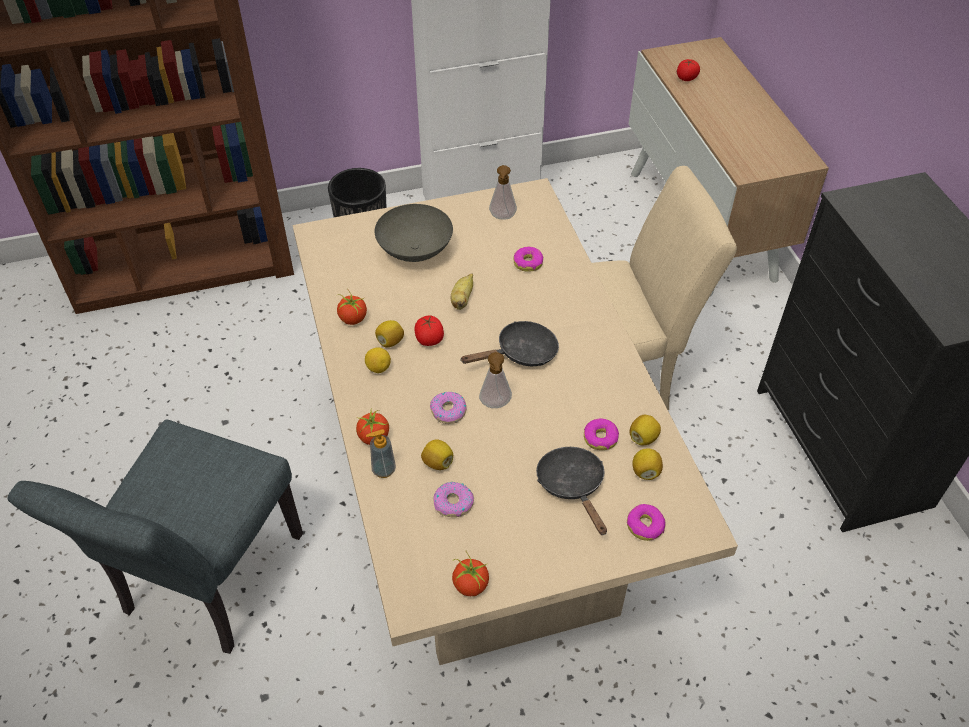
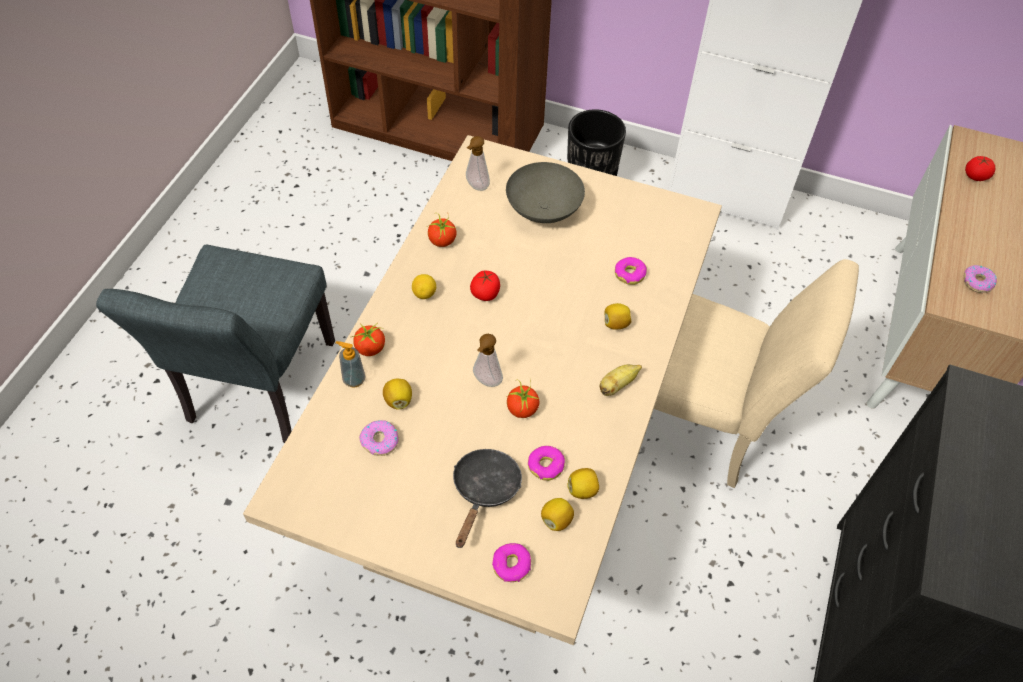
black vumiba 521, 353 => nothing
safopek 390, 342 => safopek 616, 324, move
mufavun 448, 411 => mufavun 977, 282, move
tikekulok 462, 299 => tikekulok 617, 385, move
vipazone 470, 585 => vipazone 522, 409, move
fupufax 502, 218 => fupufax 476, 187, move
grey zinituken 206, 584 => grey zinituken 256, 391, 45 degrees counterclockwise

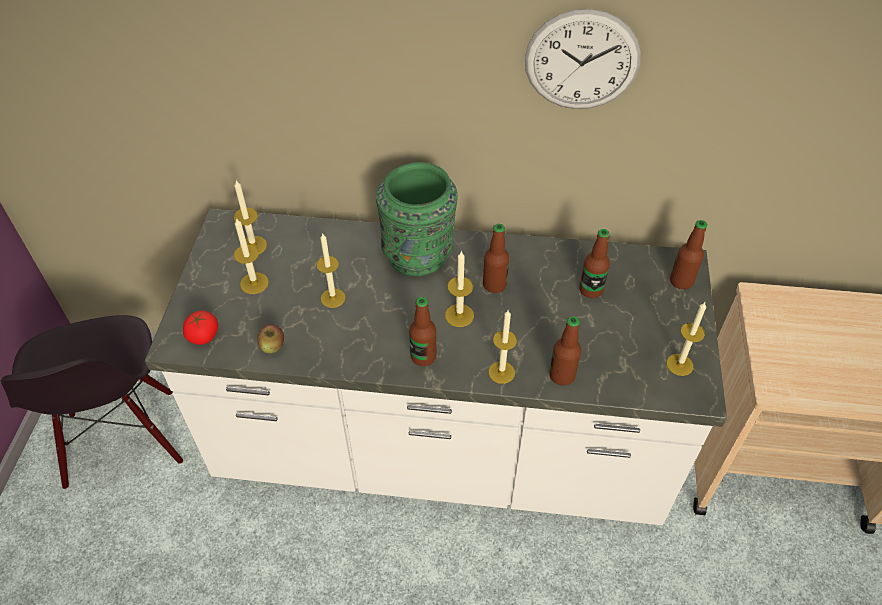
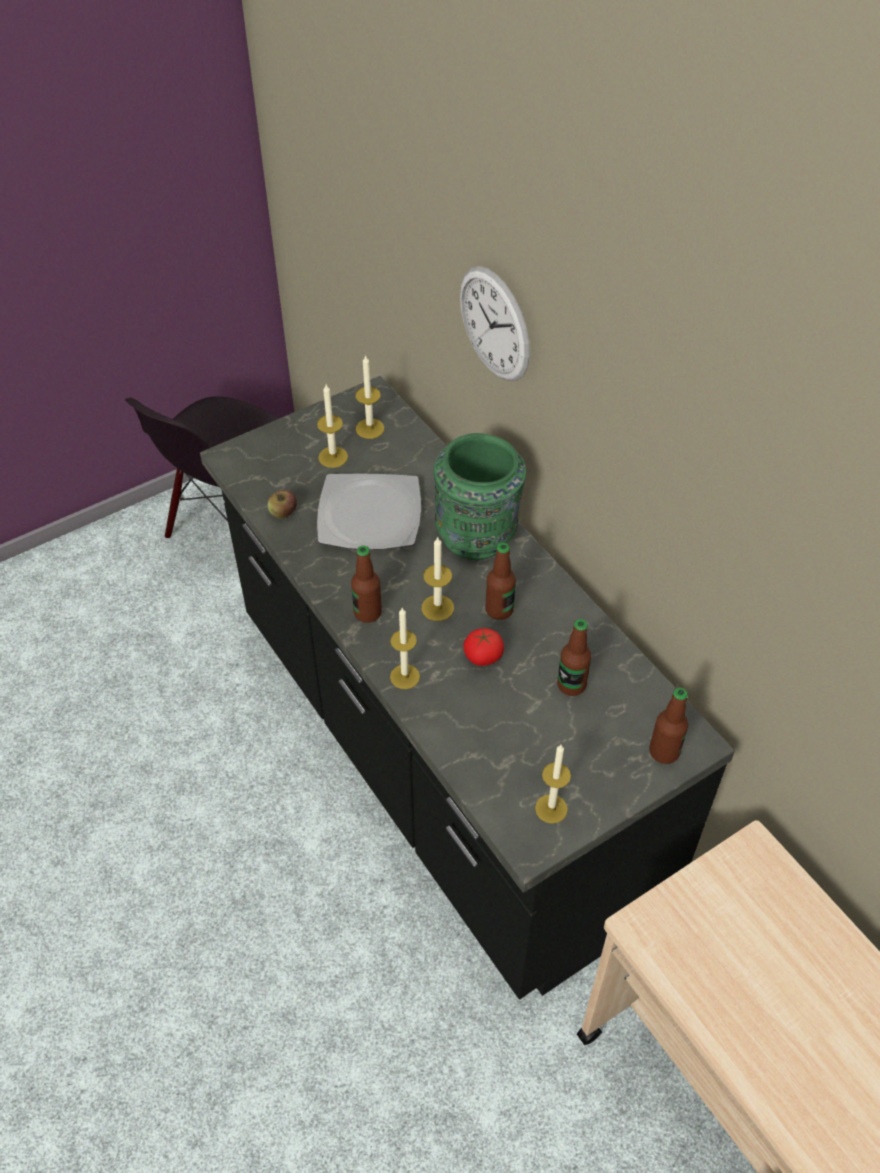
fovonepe 562, 375 => nothing
vipazone 204, 336 => vipazone 483, 656, move
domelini 581, 61 => domelini 494, 324, move
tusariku 333, 298 => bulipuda 368, 514
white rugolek 441, 448 => black rugolek 440, 760

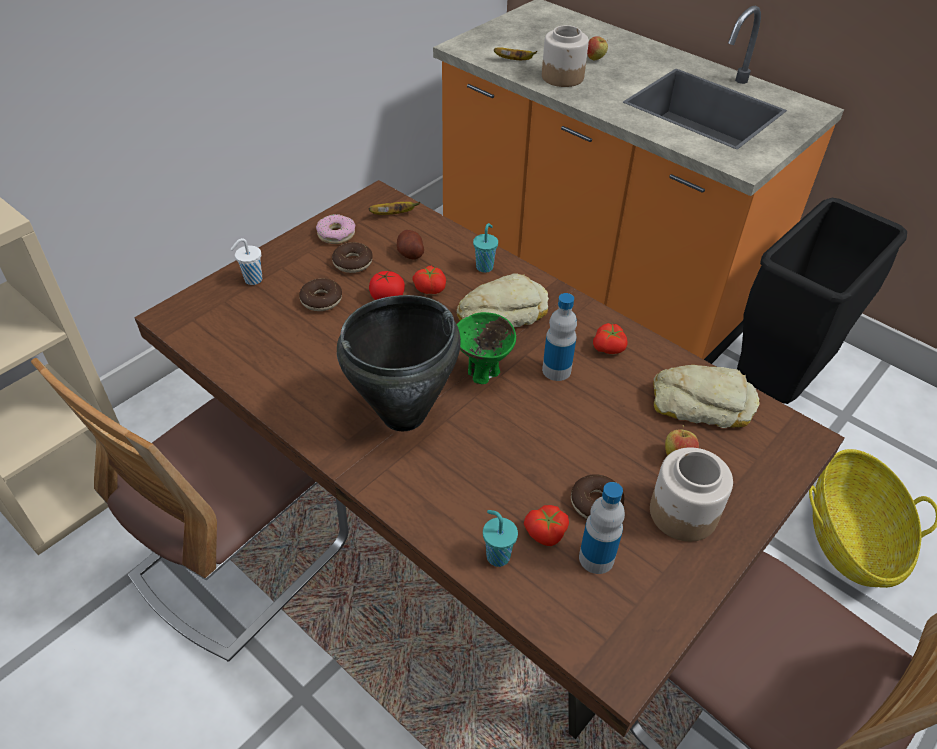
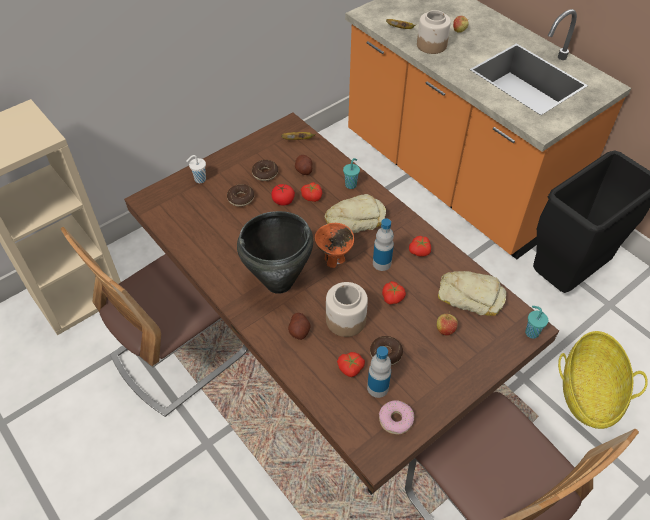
nothing => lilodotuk 299, 331
nothing => vipazone 393, 297
mufavun 336, 234 => mufavun 395, 419, move
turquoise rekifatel 497, 555 => turquoise rekifatel 531, 332, move
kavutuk 682, 512 => kavutuk 345, 319, move
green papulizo 483, 374 => orange papulizo 334, 260

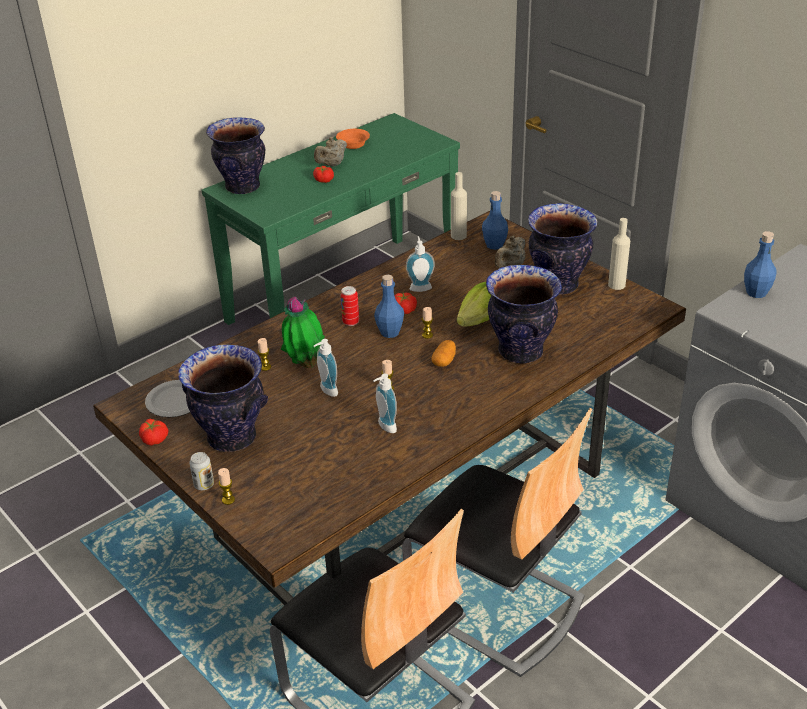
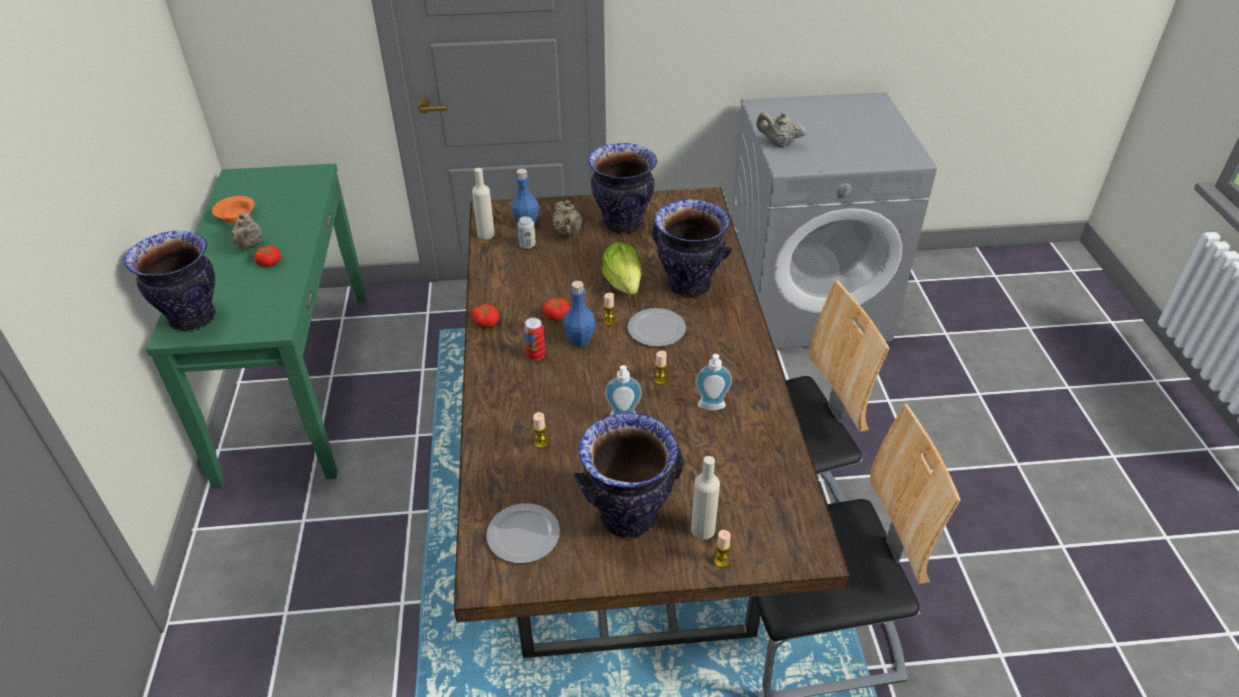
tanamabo 306, 364 => nothing
fupufax 420, 287 => nothing
vipazone 155, 439 => vipazone 486, 322, move
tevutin 204, 485 => tevutin 527, 245, move
beige fovonepe 616, 285 => beige fovonepe 703, 529, move
lilodotuk 444, 361 => bulipuda 656, 330
blue fovonepe 756, 293 => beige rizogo 778, 144

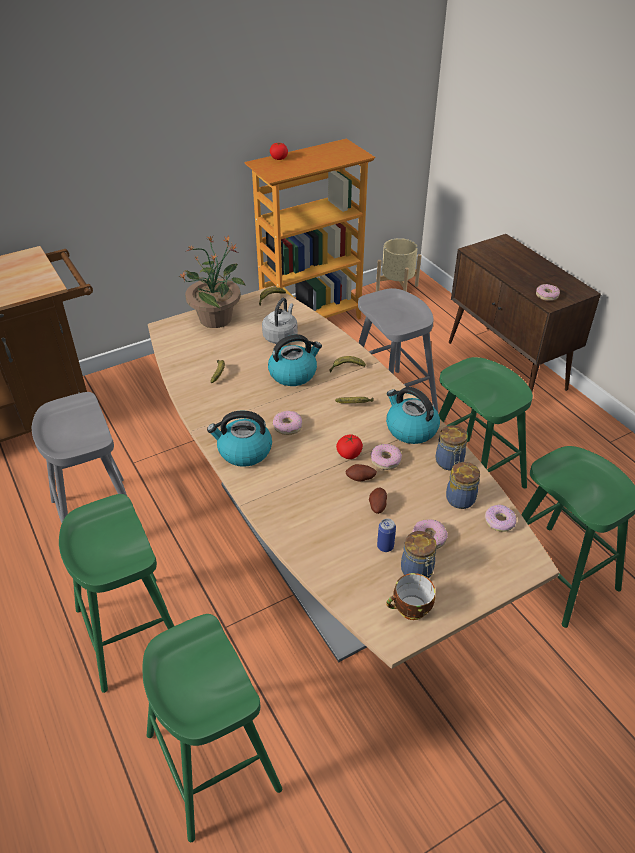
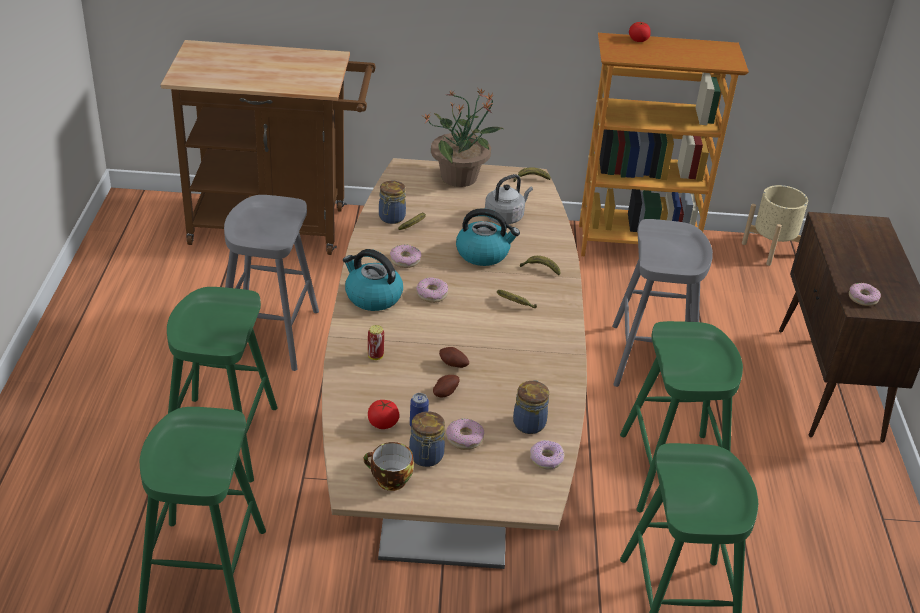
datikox 410, 429 => nothing
nothing => tevutin 375, 356
vipazone 349, 454 => vipazone 383, 423, move
mufavun 385, 460 => mufavun 405, 260, move
kavutuk 449, 463 => kavutuk 391, 218, move

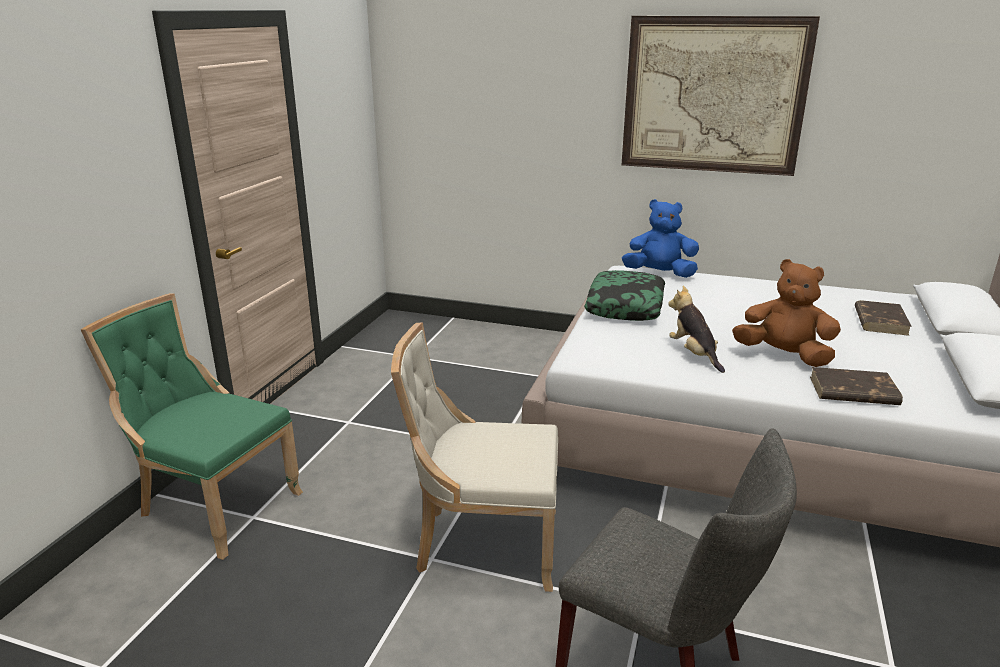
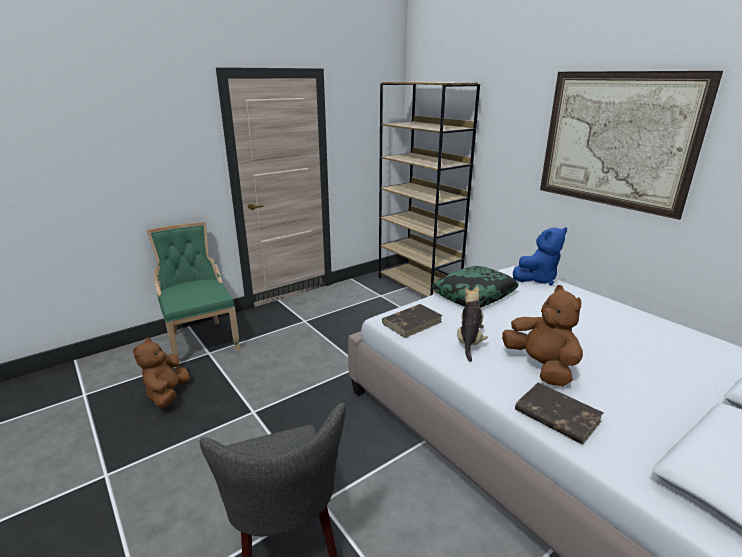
beige zinituken 482, 544 => nothing
nothing => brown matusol 167, 394
nothing => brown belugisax 419, 285
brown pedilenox 880, 321 => brown pedilenox 412, 322, move
blue matusol 659, 274 => blue matusol 537, 279, 105 degrees clockwise

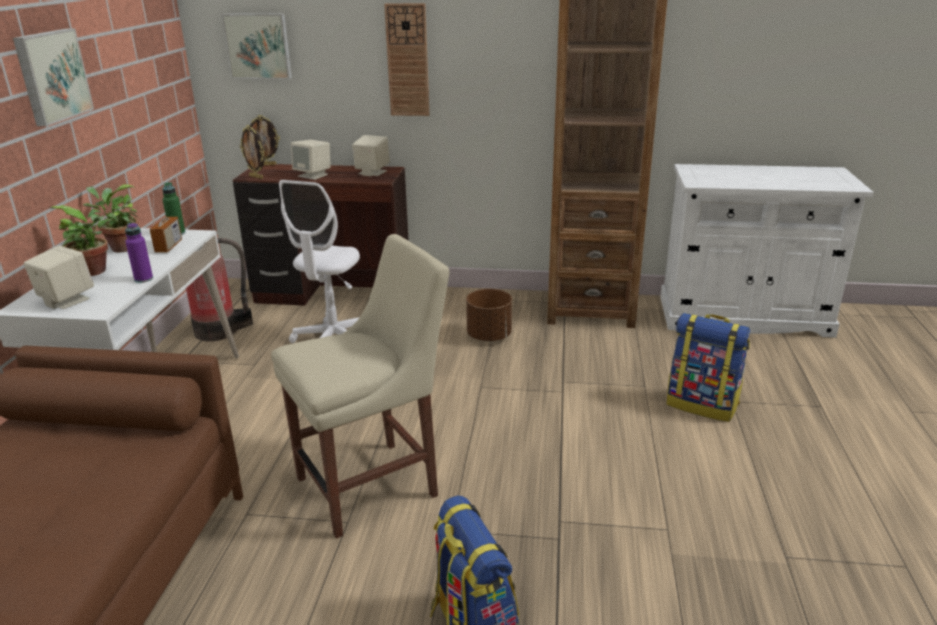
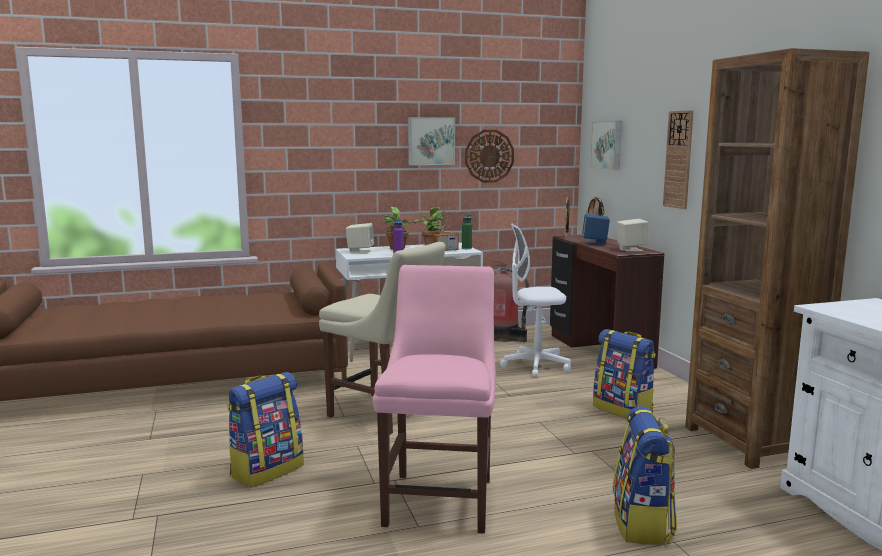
nothing => pink zinituken 440, 498
nothing => domelini 489, 156
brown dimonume 489, 336 => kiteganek 623, 410
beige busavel 313, 175 => blue busavel 595, 243

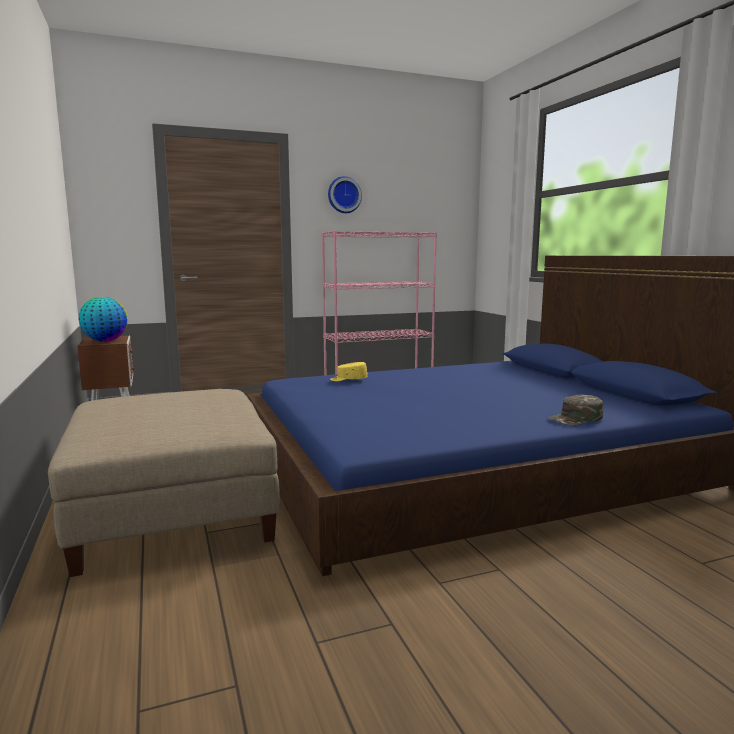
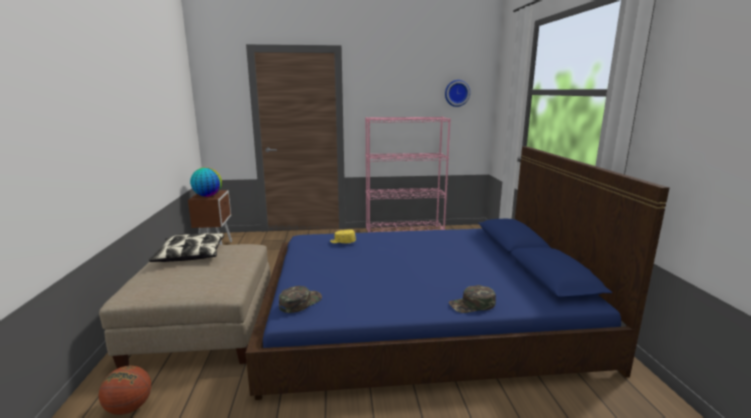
nothing => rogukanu 129, 408
nothing => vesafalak 190, 255
nothing => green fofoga 300, 302
domelini 344, 195 => domelini 456, 93, move

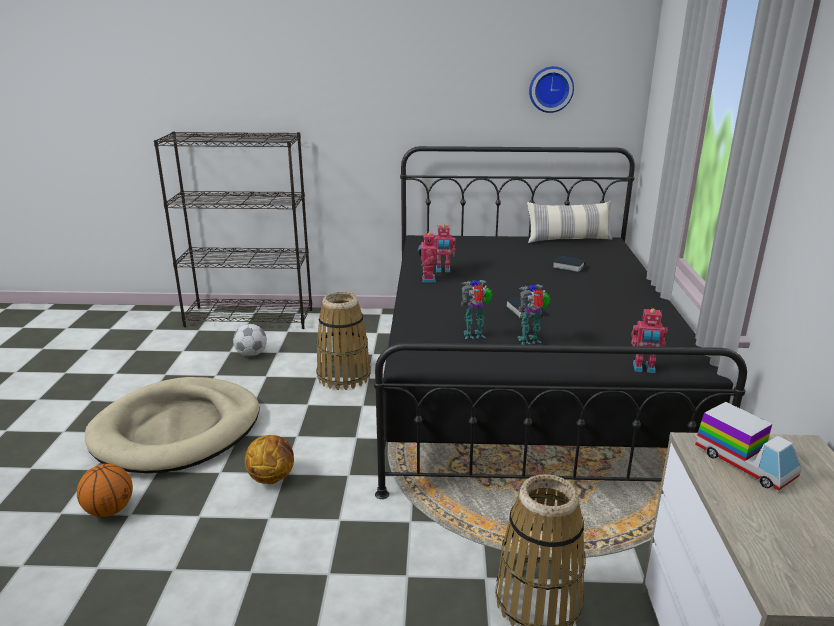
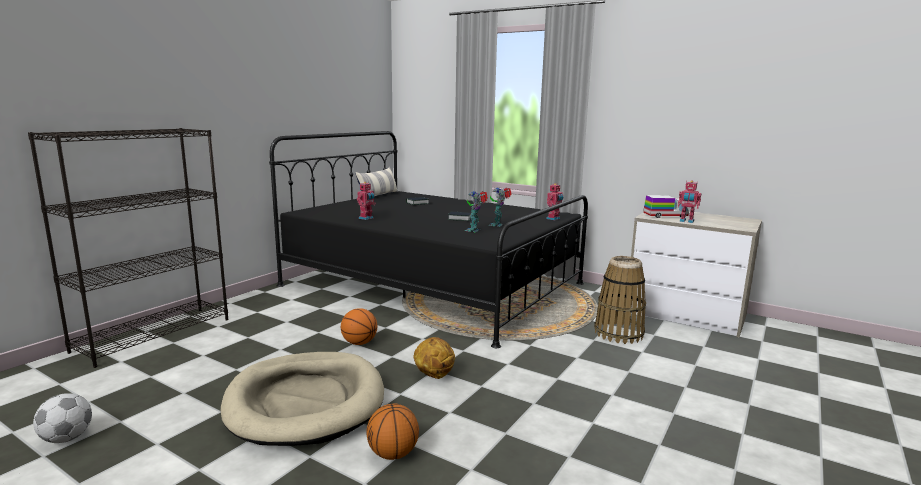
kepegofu 344, 376 => nothing
domelini 550, 89 => nothing
nothing => rogukanu 359, 343
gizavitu 251, 354 => gizavitu 66, 438, move
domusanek 427, 279 => domusanek 686, 221, move

